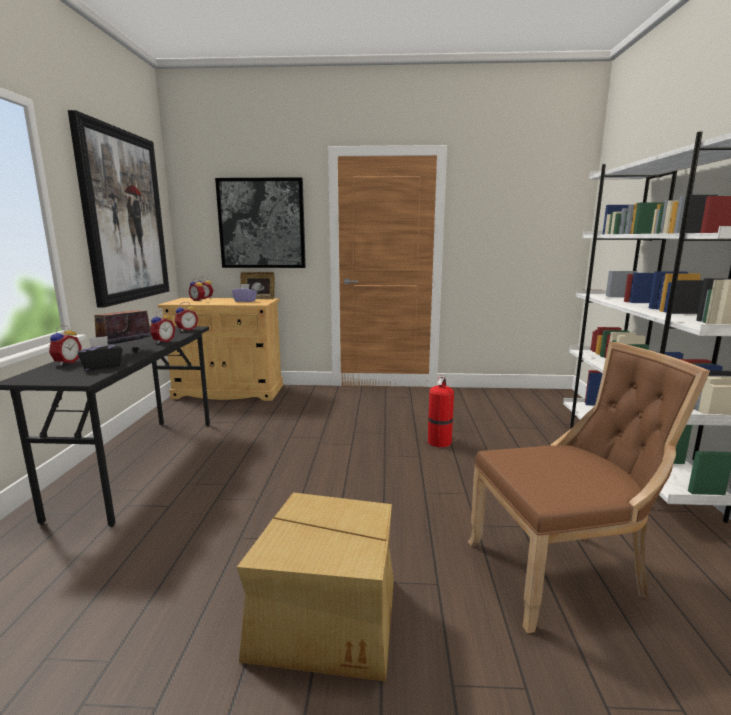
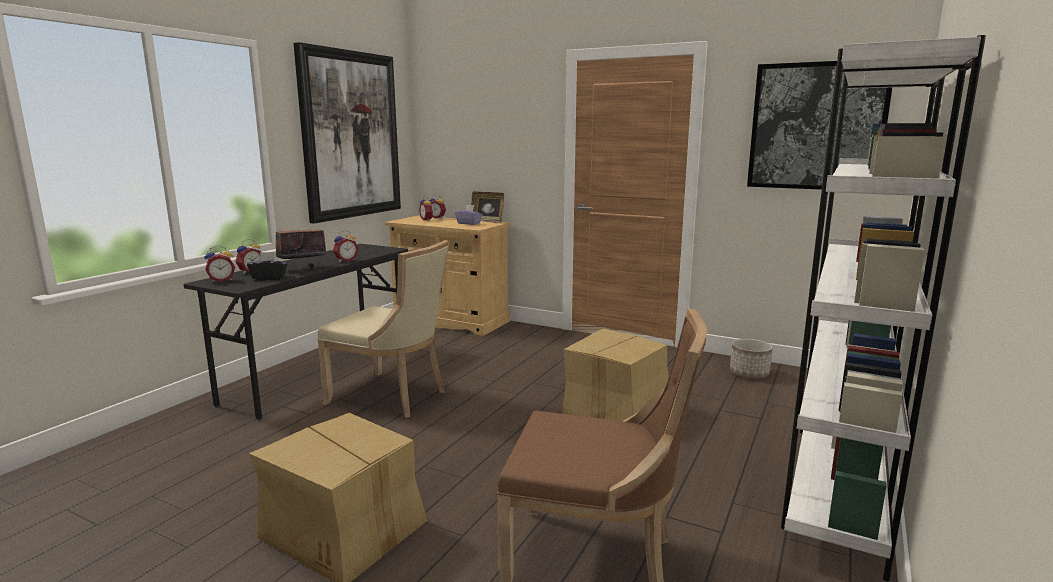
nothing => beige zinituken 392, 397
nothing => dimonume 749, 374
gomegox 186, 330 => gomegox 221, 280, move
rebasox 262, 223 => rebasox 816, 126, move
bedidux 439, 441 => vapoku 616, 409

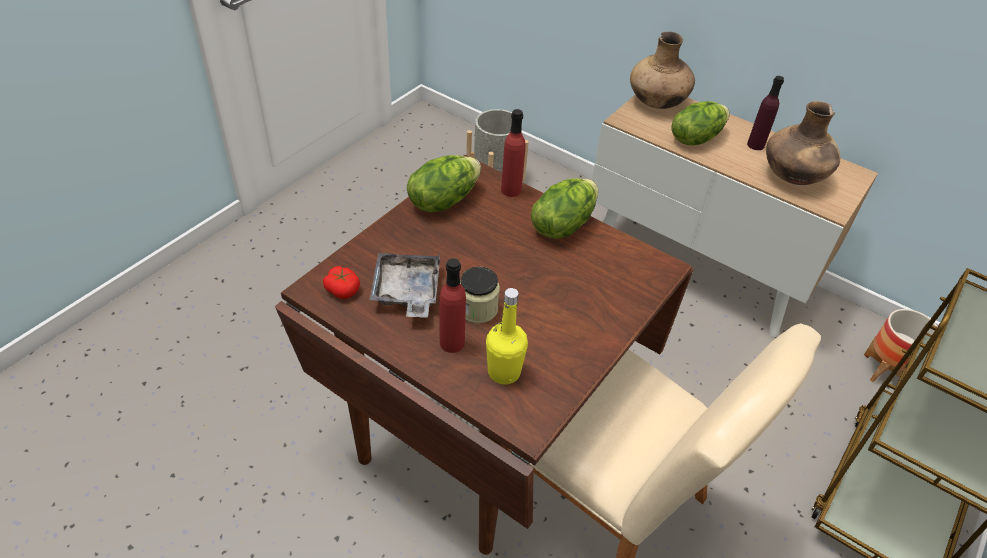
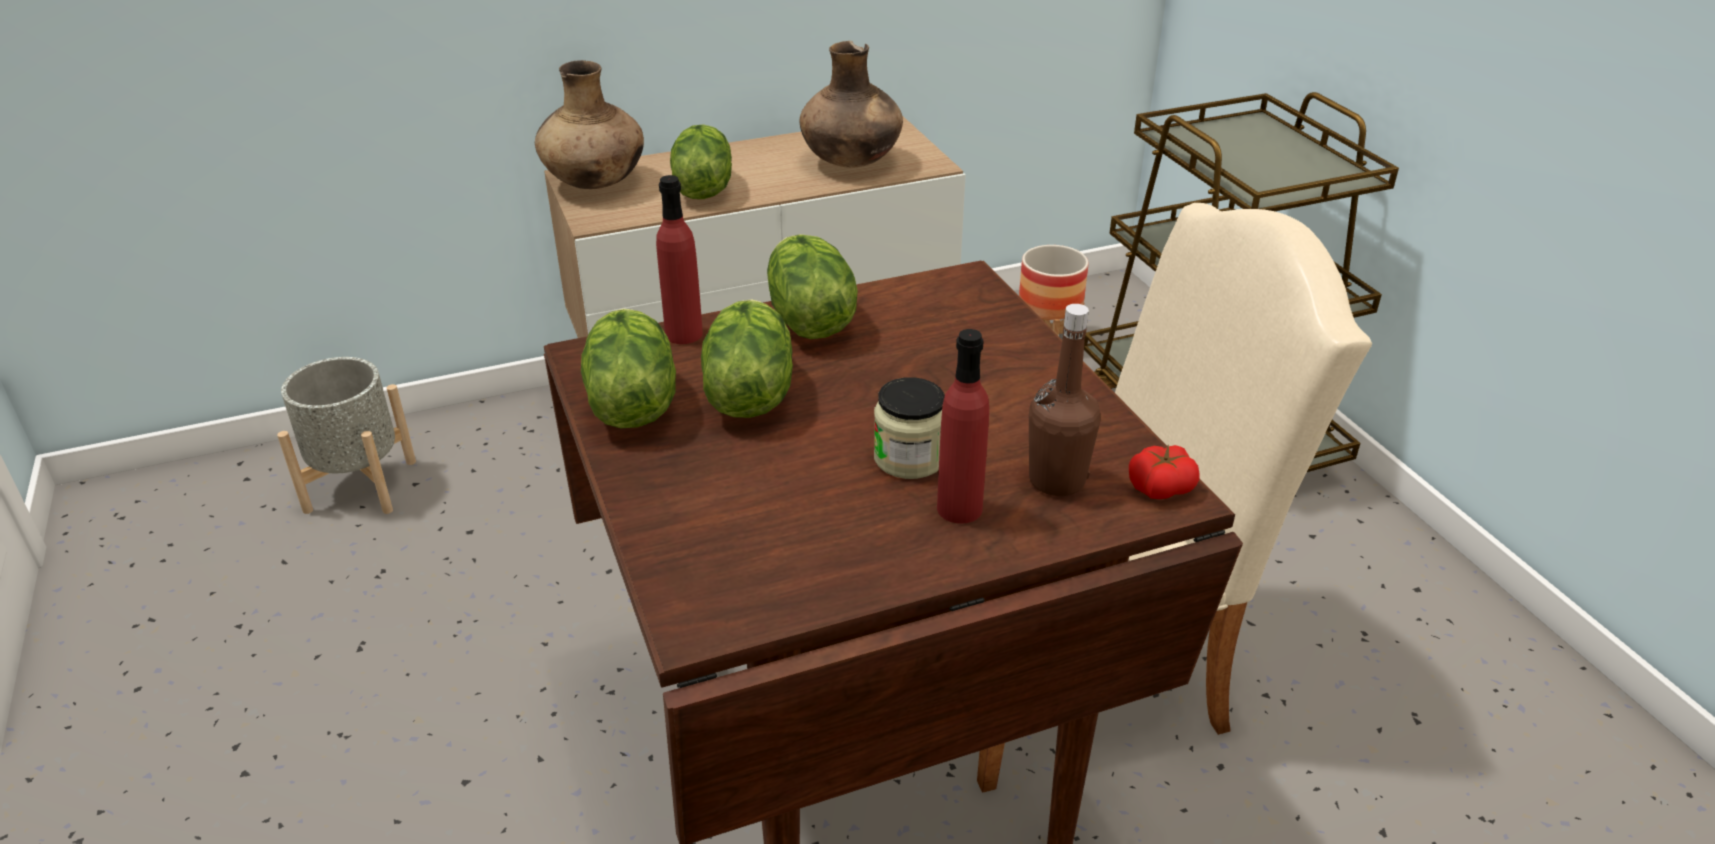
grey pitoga 406, 292 => nothing
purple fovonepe 755, 145 => nothing
nothing => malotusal 747, 394
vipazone 342, 289 => vipazone 1160, 487, move
yellow fovonepe 504, 372 => brown fovonepe 1056, 480

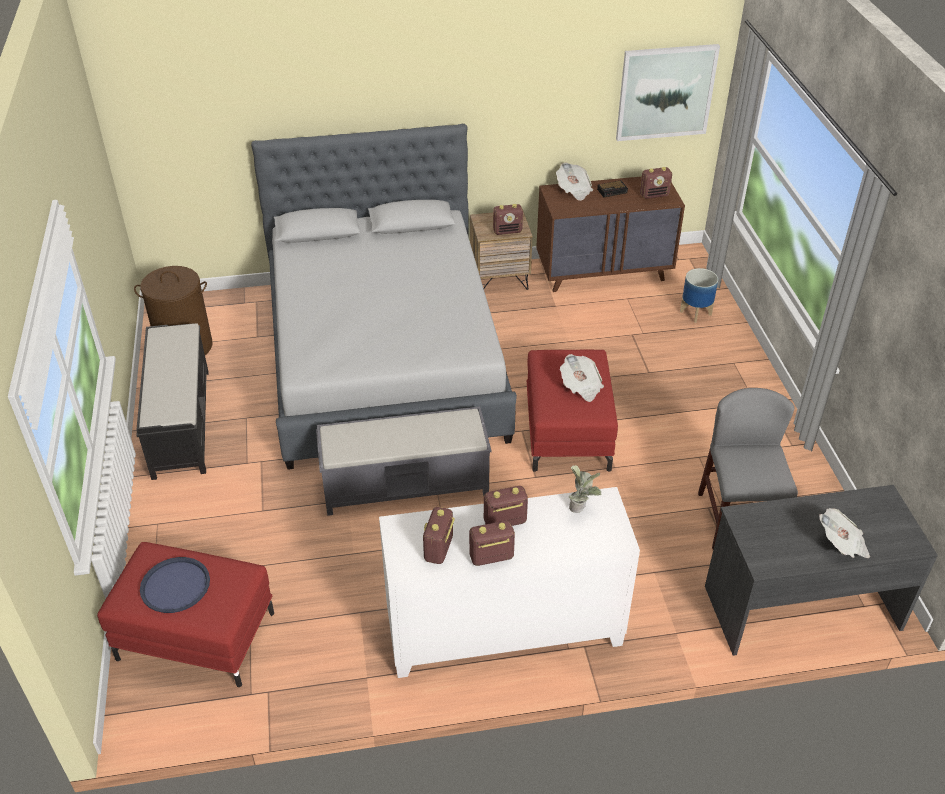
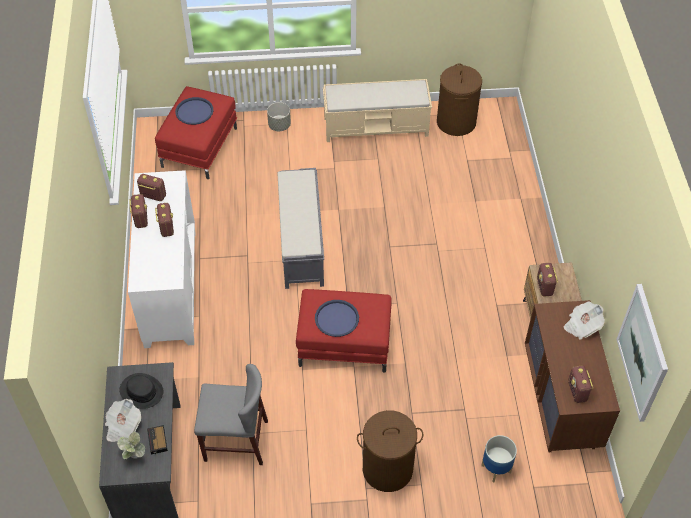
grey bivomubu 385, 359 => nothing
nothing => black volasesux 141, 391
nothing => grey dimonume 279, 126
nothing => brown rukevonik 387, 469
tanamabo 581, 508 => tanamabo 135, 457, move
gomegox 612, 191 => gomegox 157, 441, move
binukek 581, 387 => blue pitoga 337, 319
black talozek 181, 422 => beige talozek 376, 126

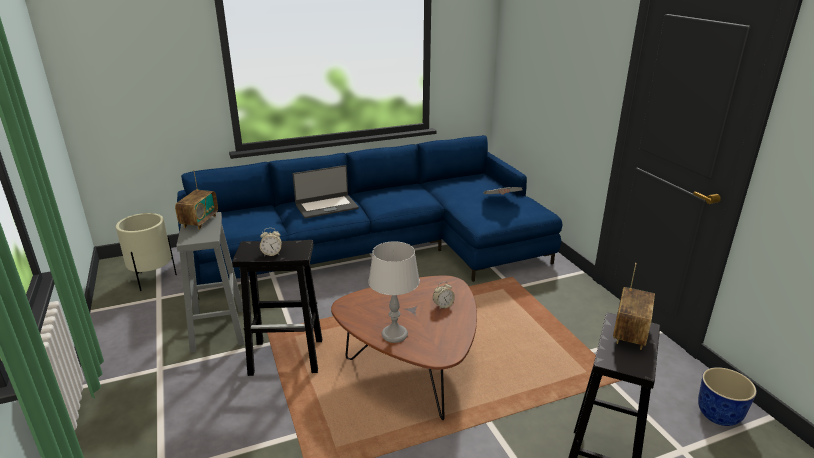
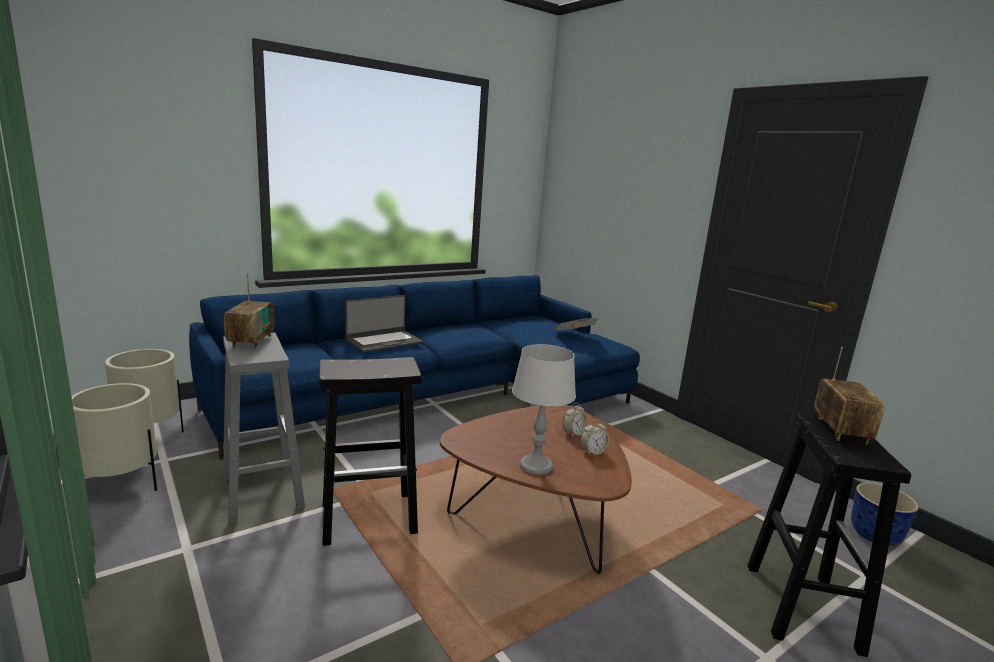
nothing => beige dimonume 121, 488
gomegox 272, 253 => gomegox 593, 452, move

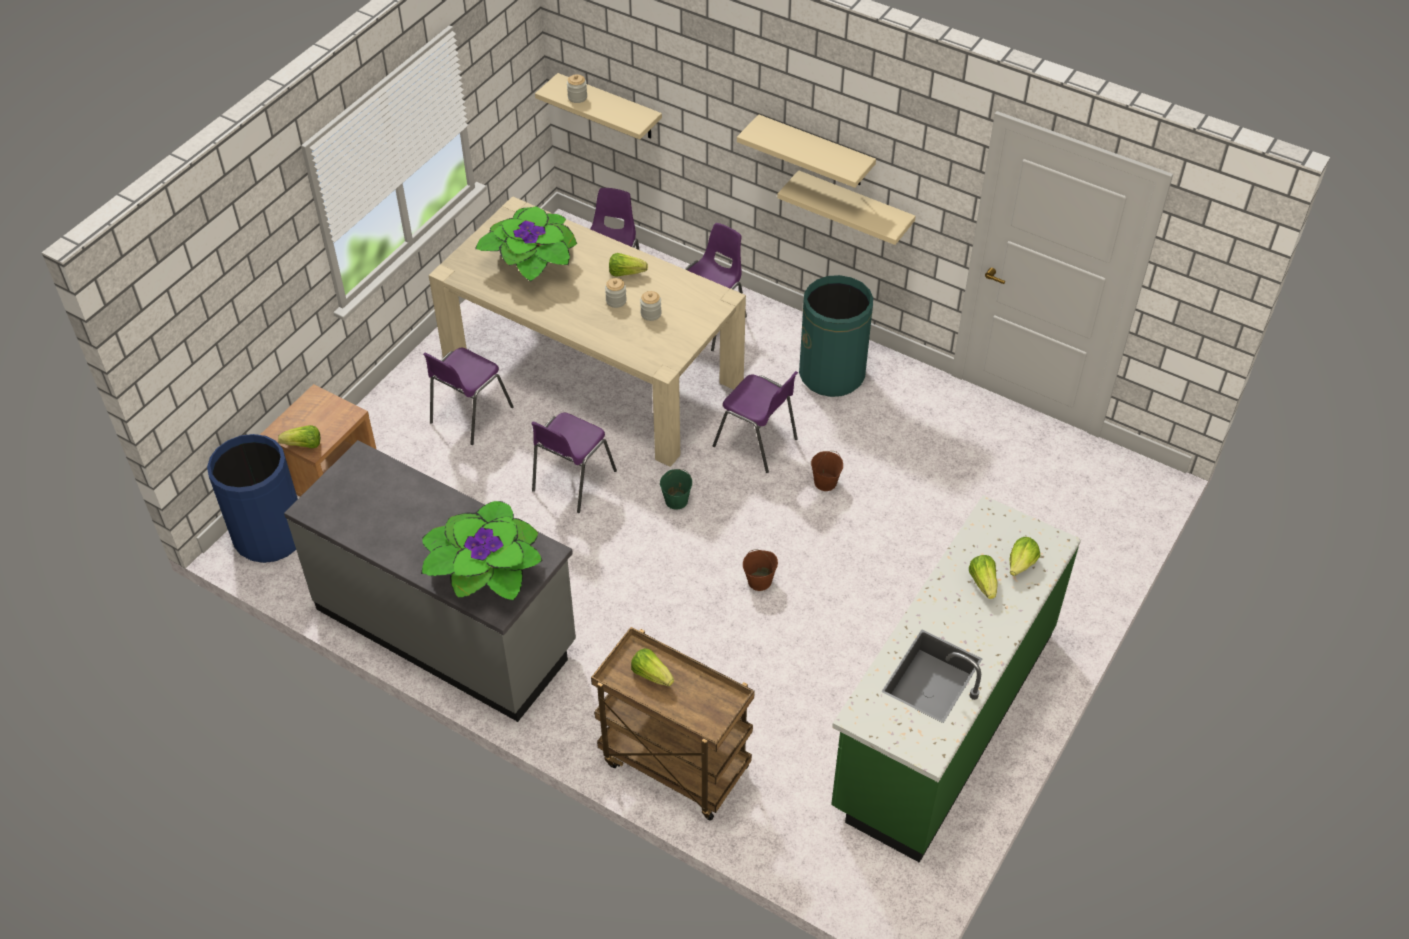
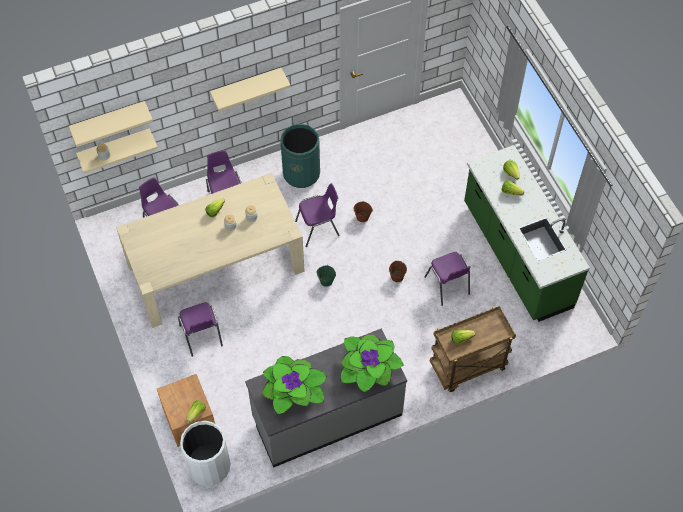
tanamabo 531, 261 => tanamabo 293, 391, move
purple zinituken 572, 482 => purple zinituken 447, 286, move
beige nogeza 854, 207 => beige nogeza 108, 120, move
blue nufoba 270, 535 => white nufoba 209, 466

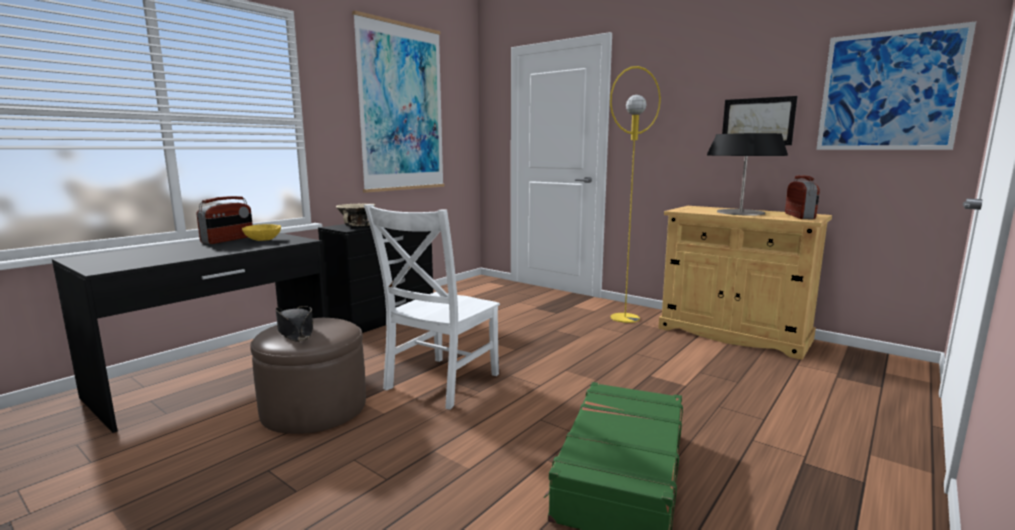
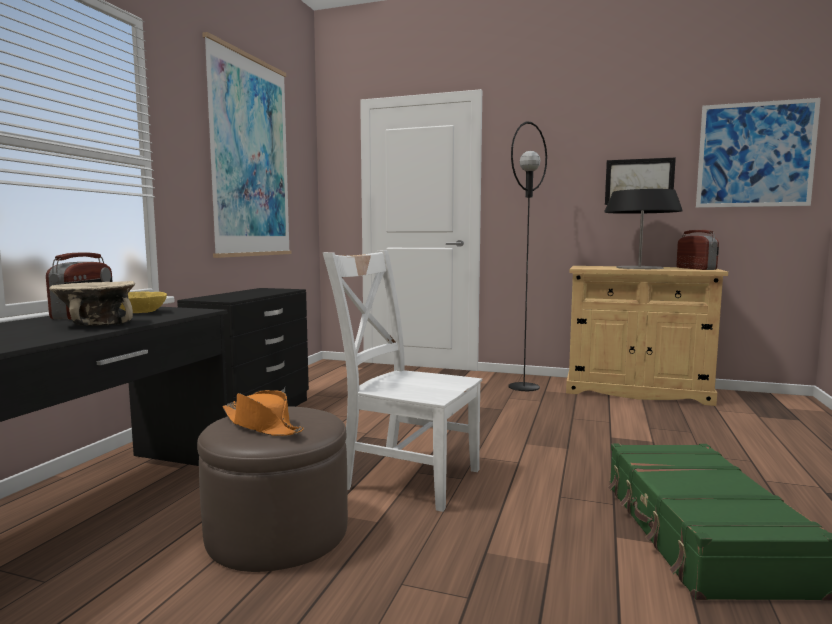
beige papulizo 357, 225 => beige papulizo 97, 324, move
black volasesux 295, 332 => orange volasesux 262, 425
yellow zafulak 624, 318 => black zafulak 524, 387
white zinituken 439, 383 => white zinituken 406, 477, 105 degrees clockwise

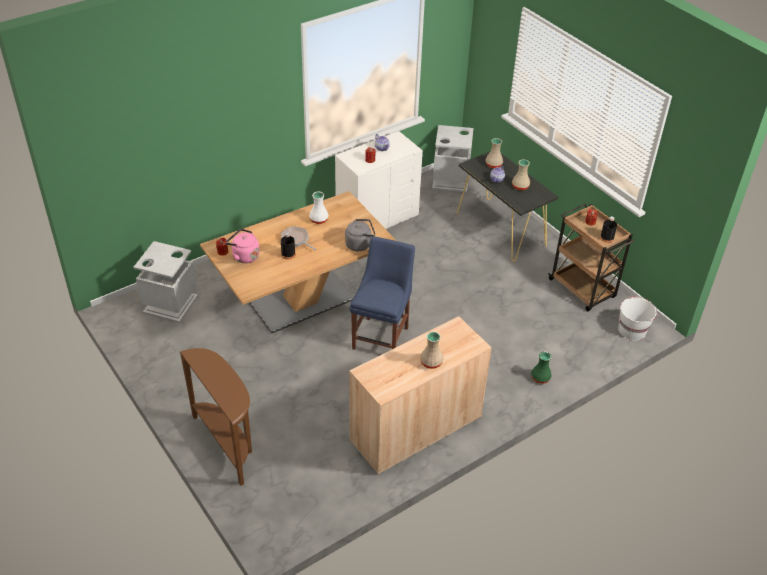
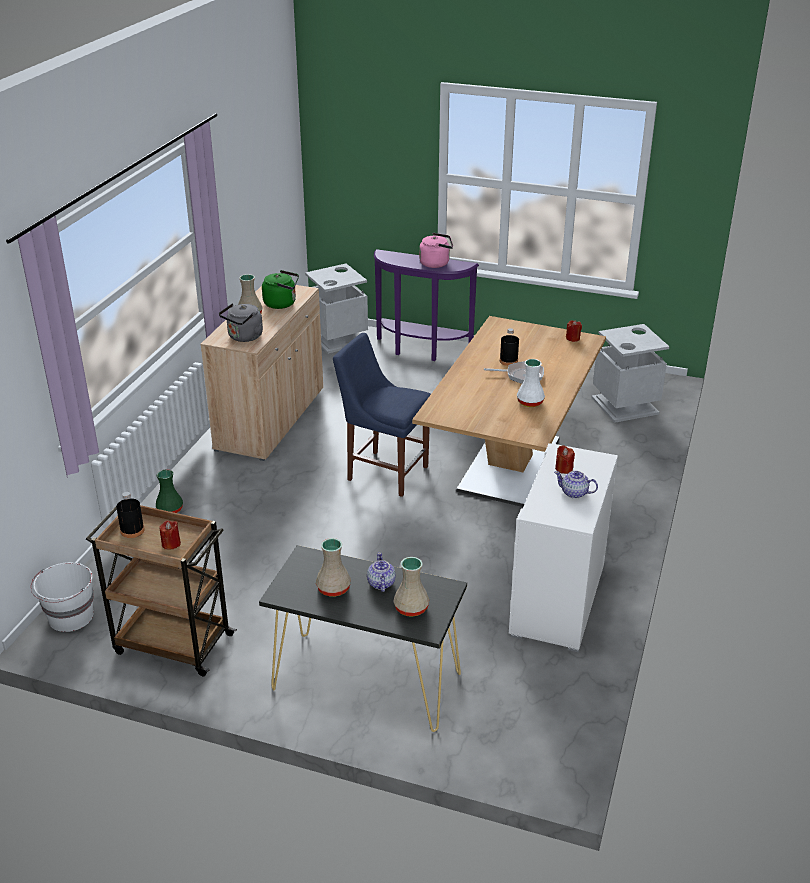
nothing => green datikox 282, 303
pink datikox 244, 256 => pink datikox 436, 263, move
grey datikox 360, 244 => grey datikox 244, 337, move
grey nufoba 451, 180 => grey nufoba 338, 339, move
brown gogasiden 228, 444 => purple gogasiden 420, 351
blue zinituken 382, 336 => blue zinituken 384, 472, 135 degrees clockwise

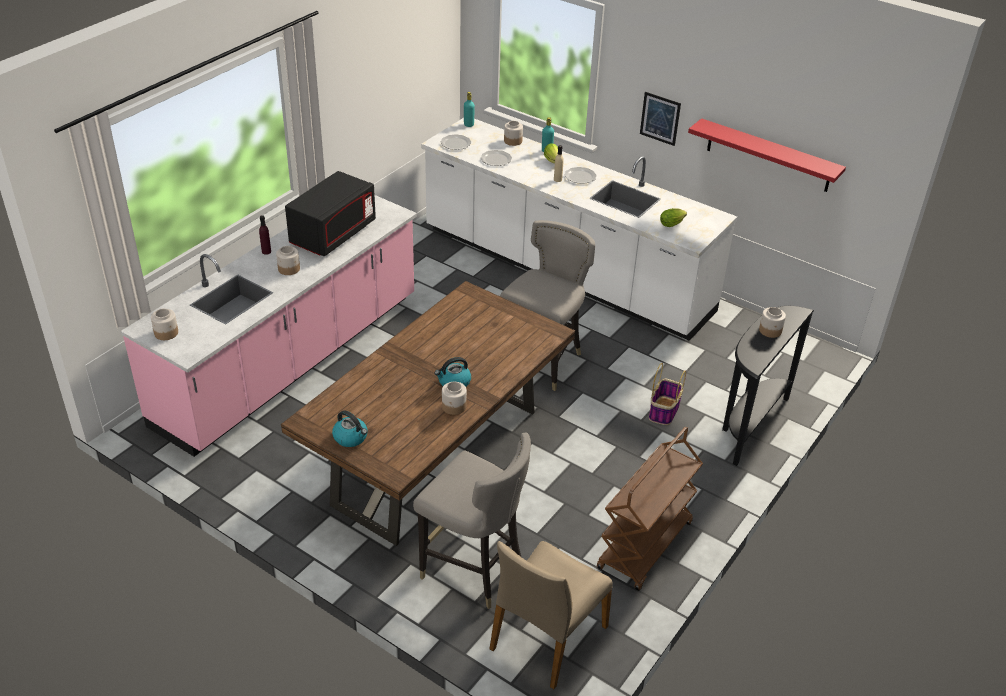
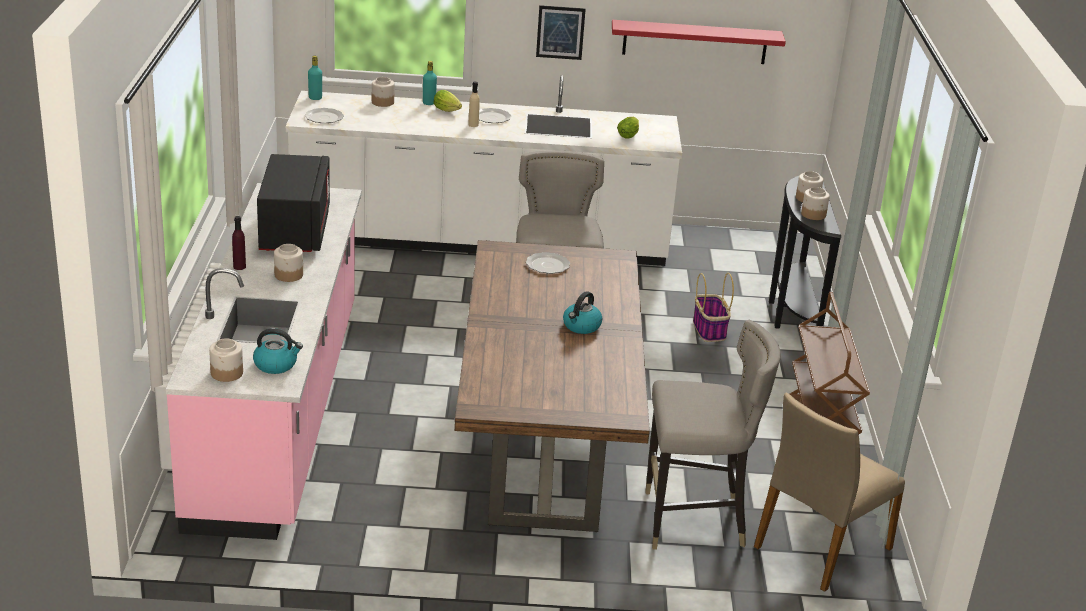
datikox 351, 437 => datikox 276, 365, move
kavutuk 454, 407 => kavutuk 813, 214, move
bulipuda 496, 159 => bulipuda 547, 265, move
beige zinituken 546, 637 => beige zinituken 820, 547, 45 degrees clockwise

